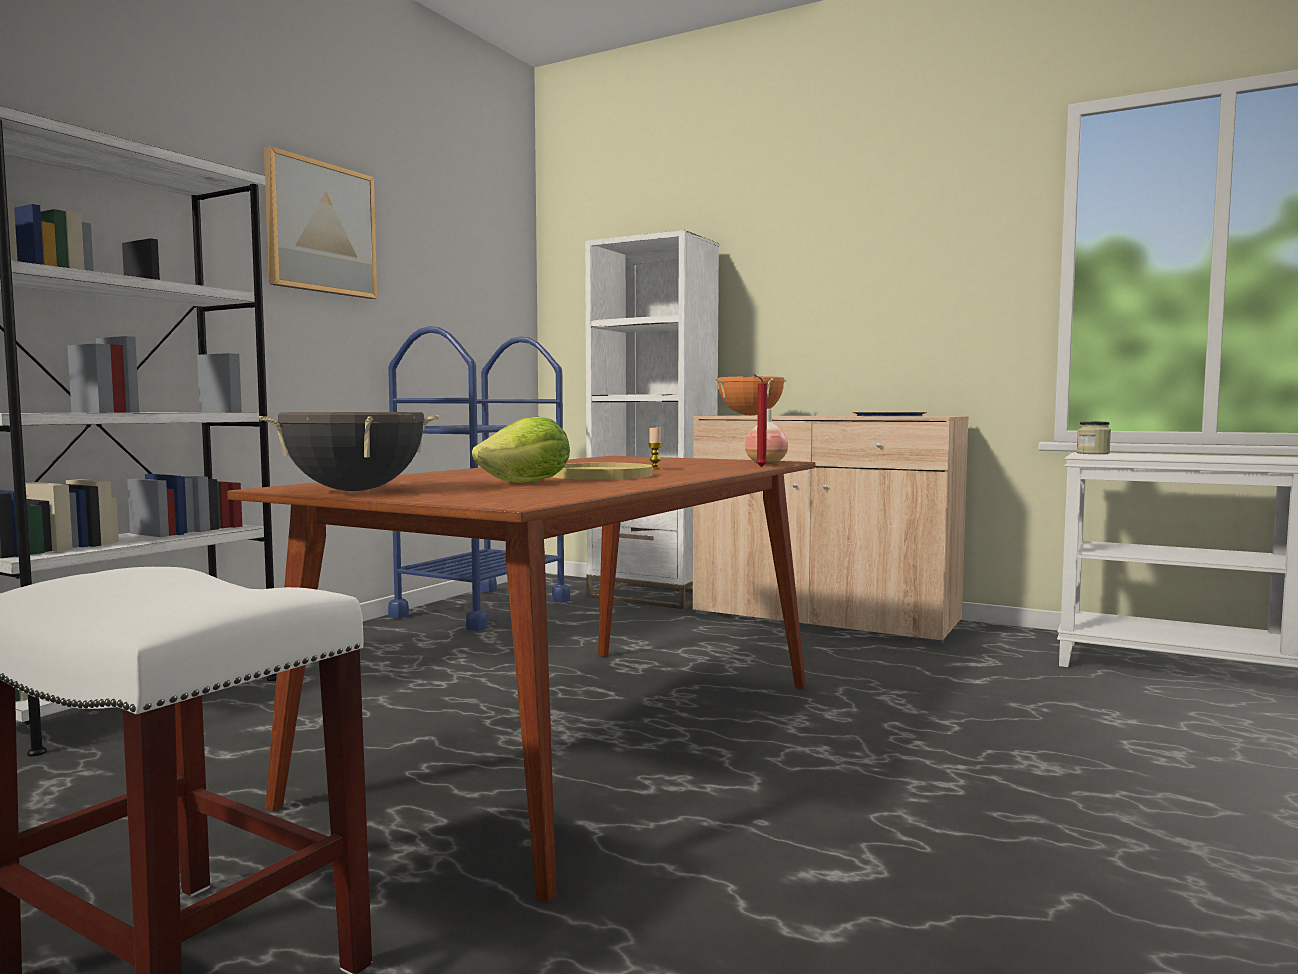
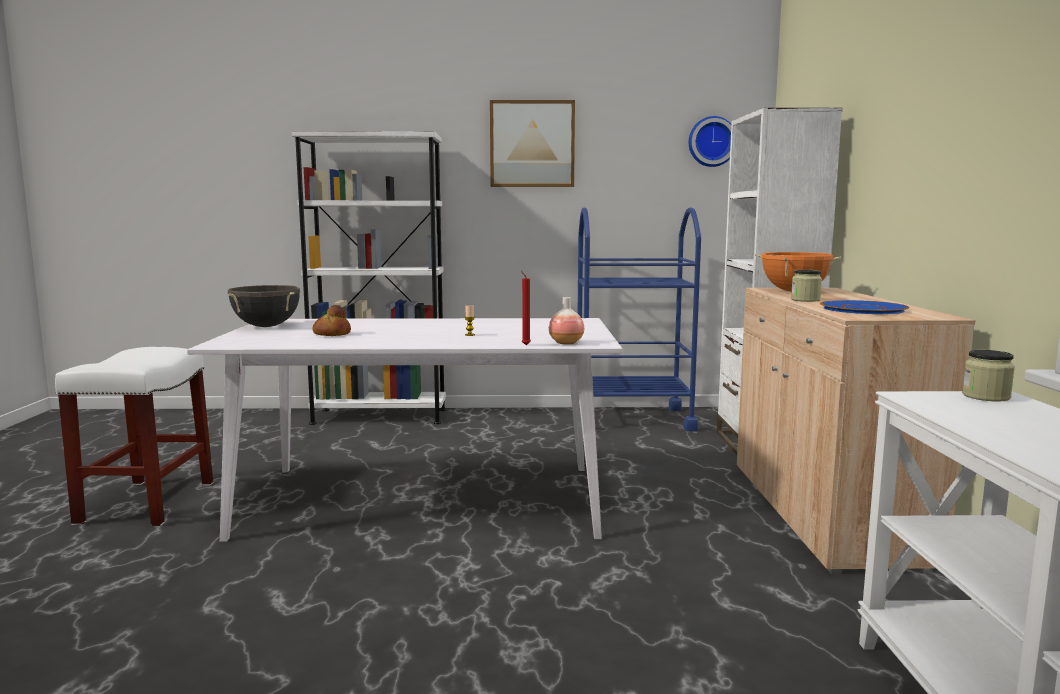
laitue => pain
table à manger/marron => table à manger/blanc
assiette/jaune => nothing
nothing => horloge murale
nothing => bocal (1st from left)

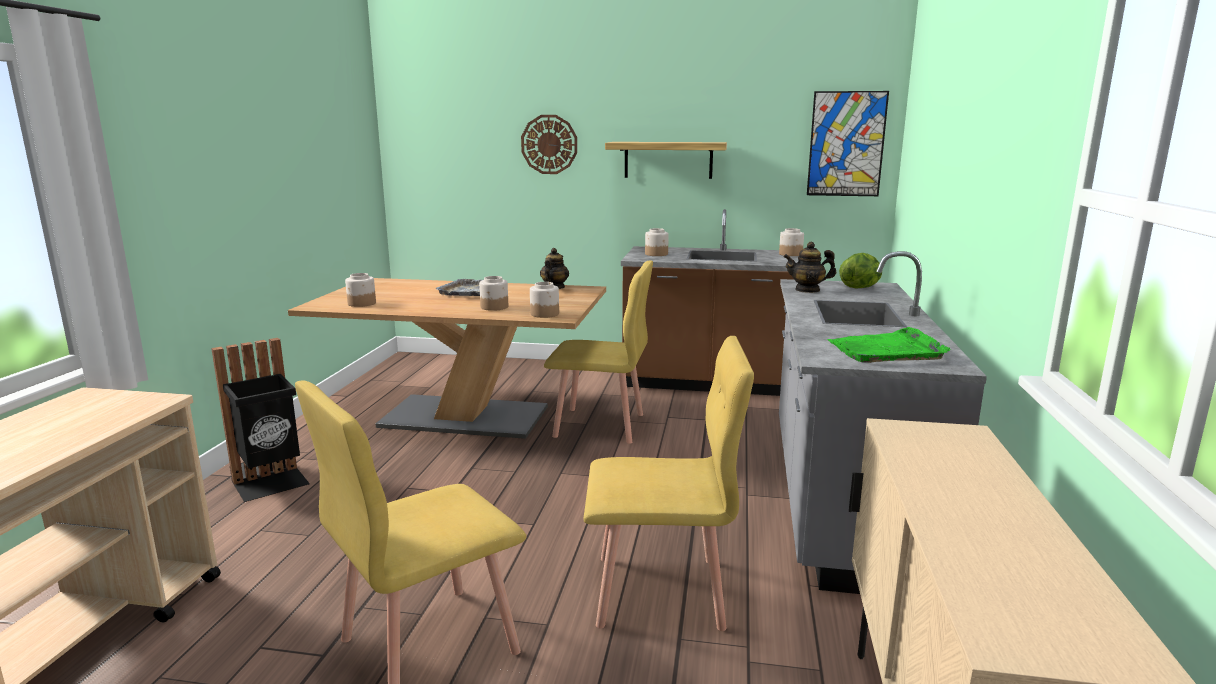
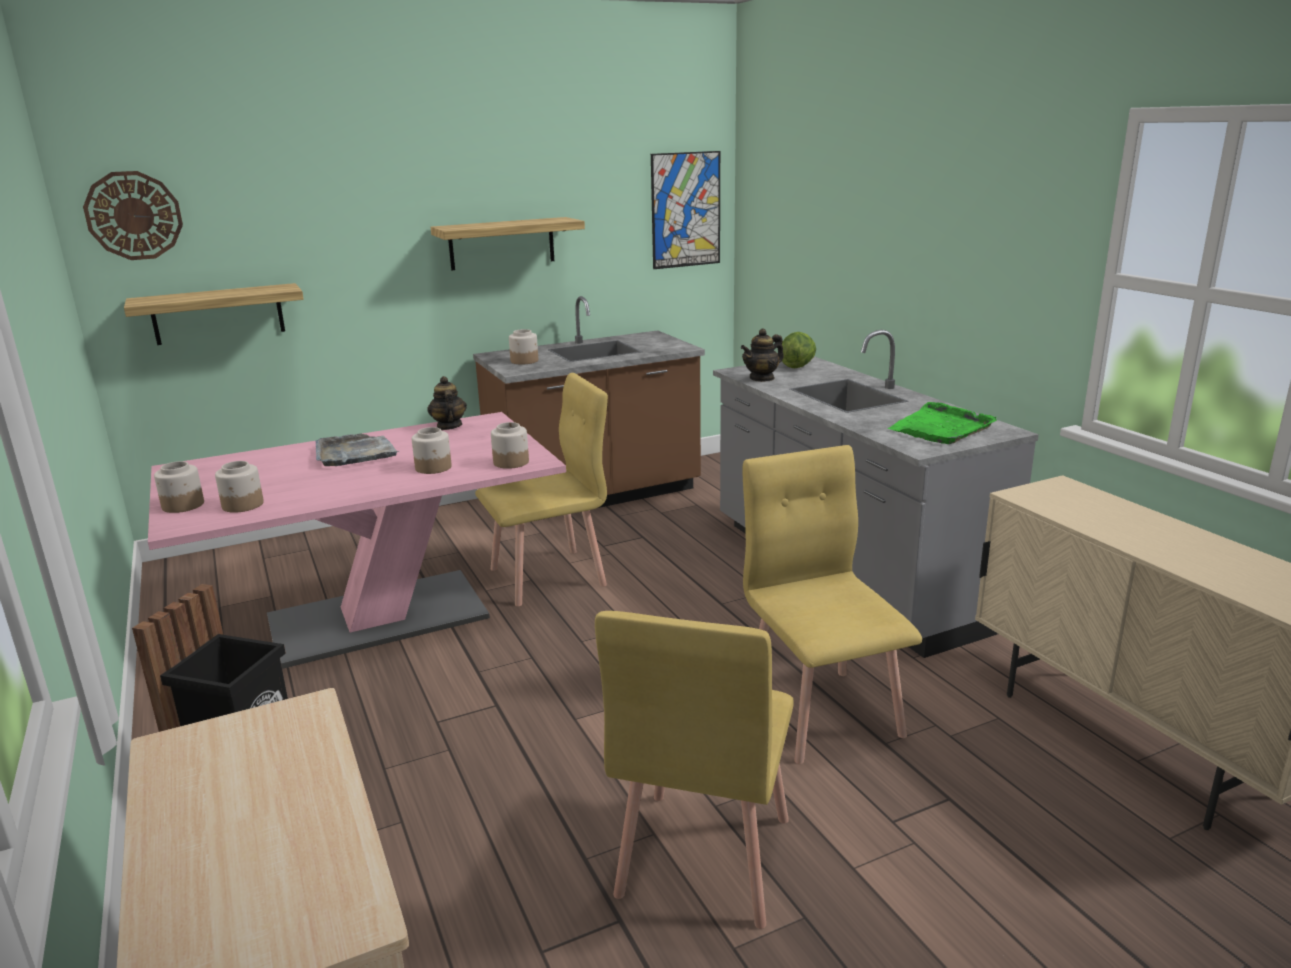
horloge murale, move
bocal (5th from left in the first image) => bocal (1st from left), move
table à manger/marron => table à manger/rose
chaise/jaune (3rd from left), 75 degrees counterclockwise
nothing => étagère (1st from left)

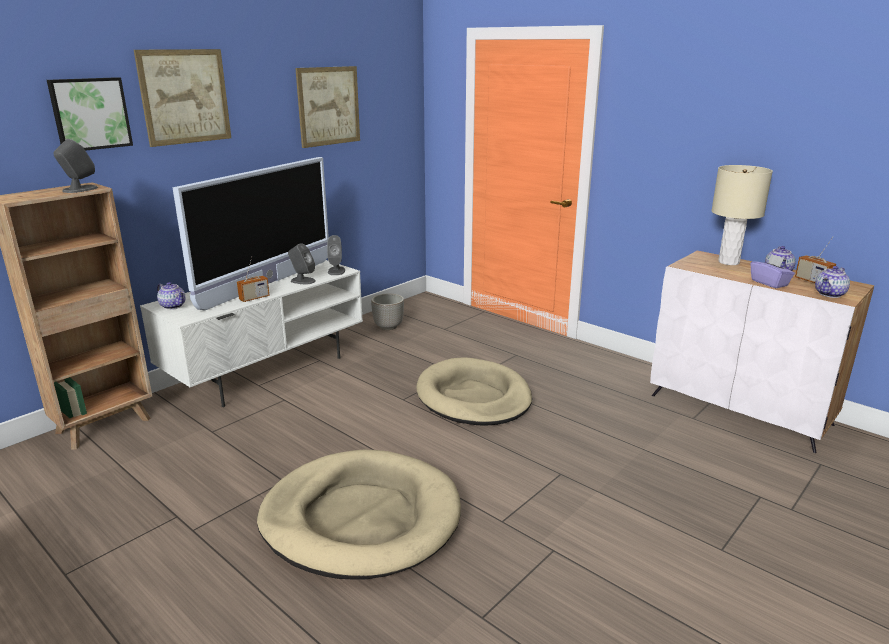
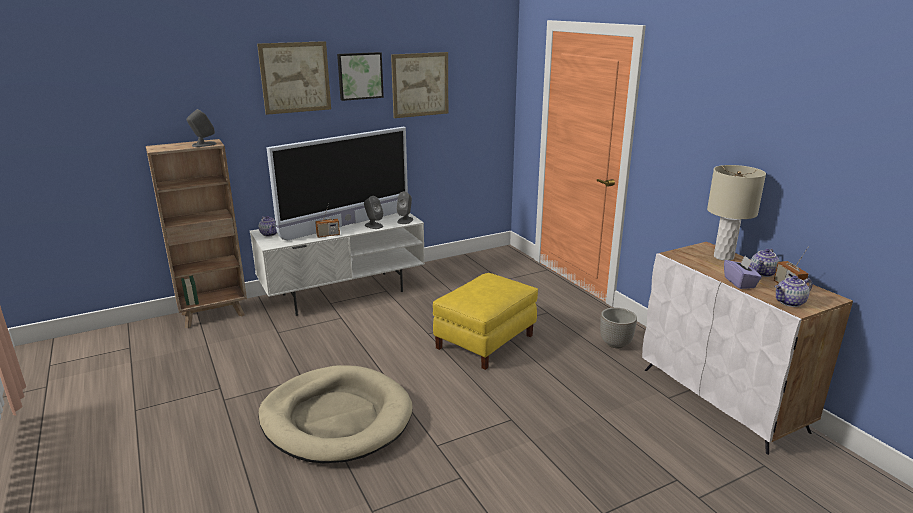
tableau (1st from left in the first image) => tableau (2nd from left), move
cache-pot, move
panier pour chien/beige (2nd from left) => pouf/jaune

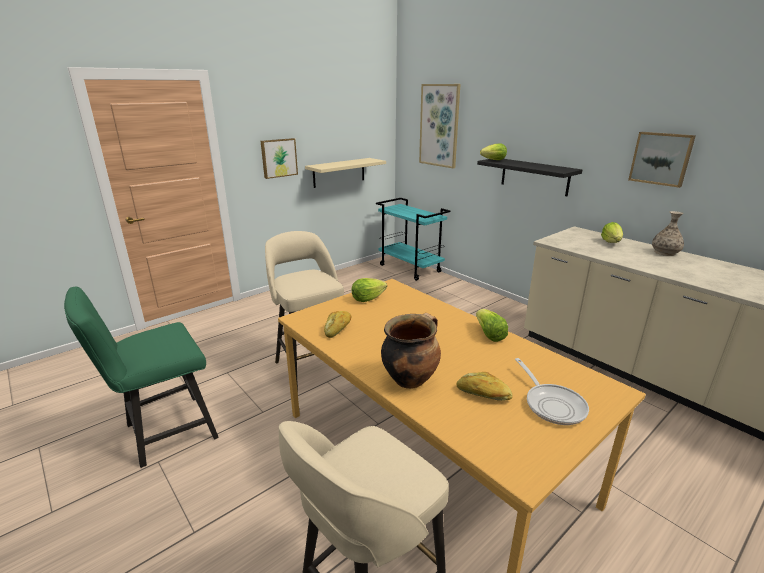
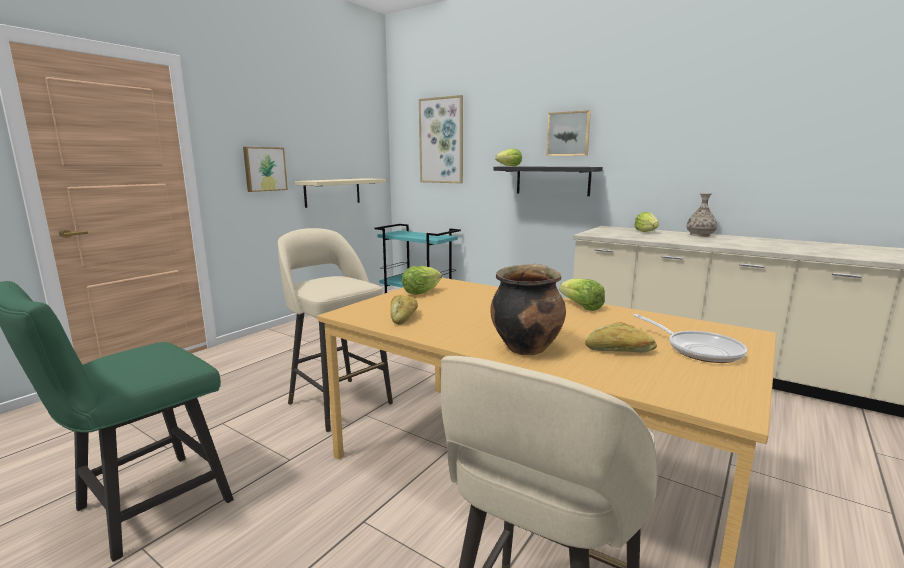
tableau (3rd from left), move

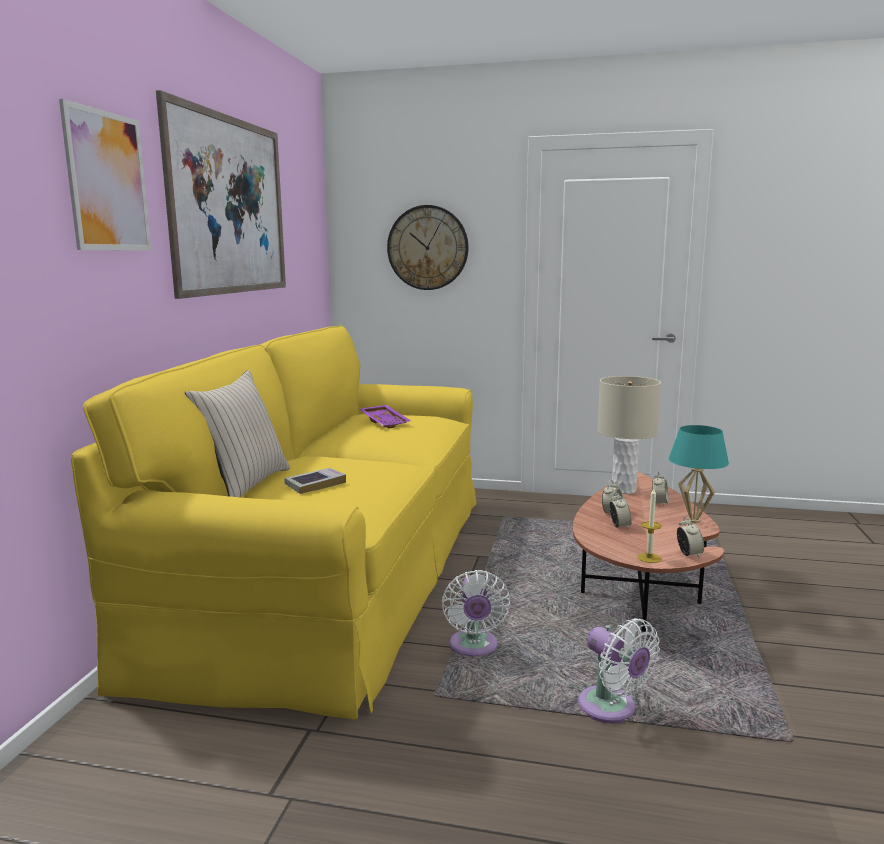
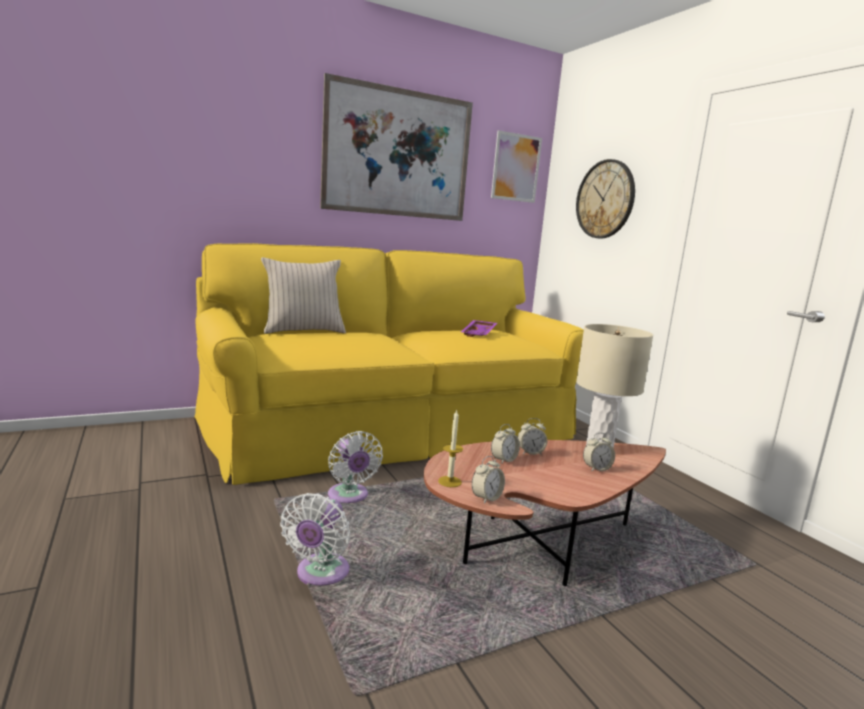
tableau (1st from left in the first image) => tableau (2nd from left), move
lampe de table/turquoise => nothing
livre => nothing
ventilateur/blanc (1st from left in the first image) => ventilateur/blanc (2nd from left), 75 degrees counterclockwise

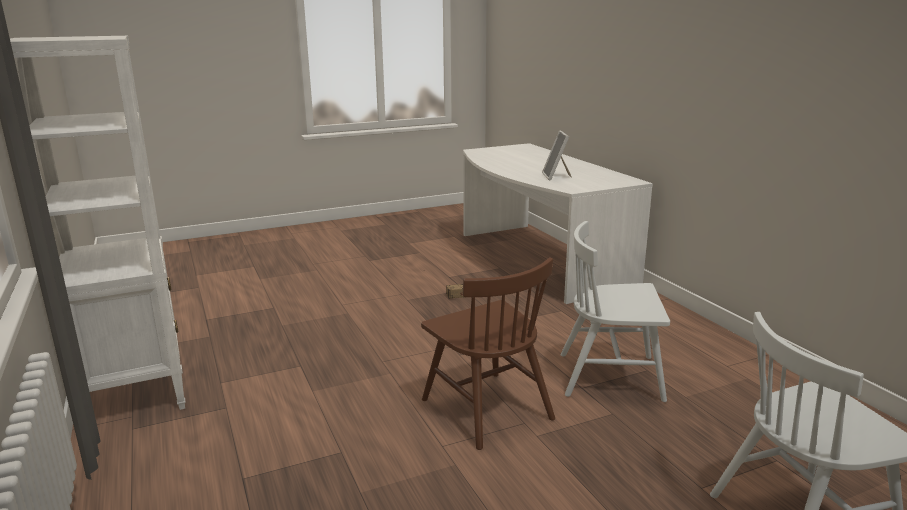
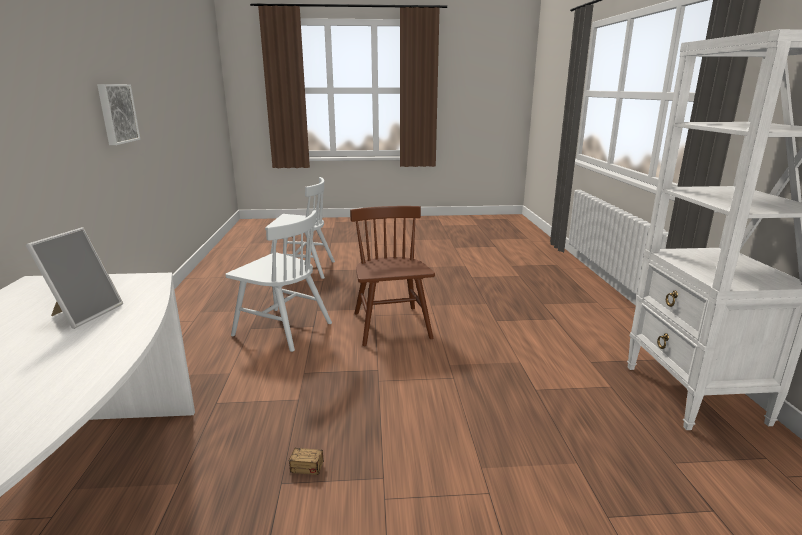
nothing => tableau

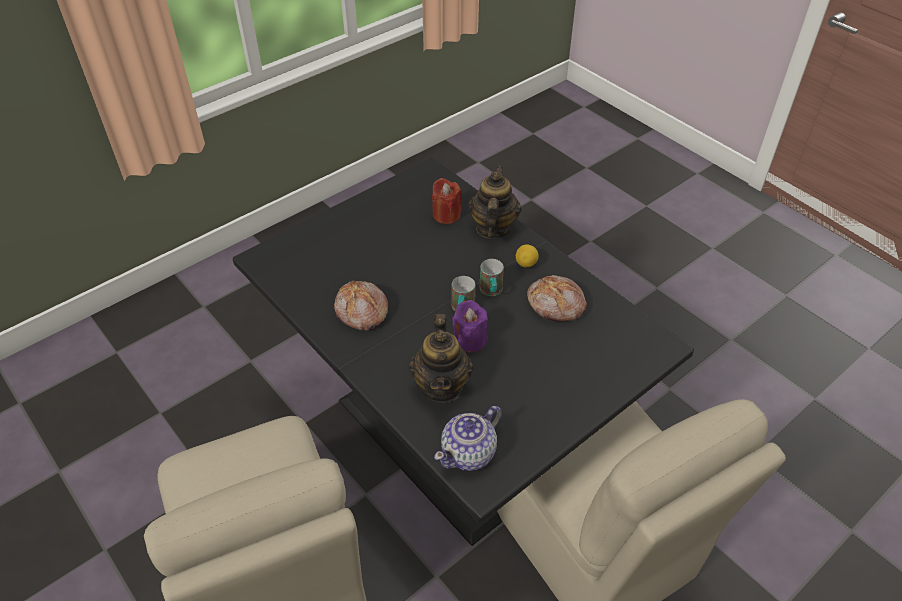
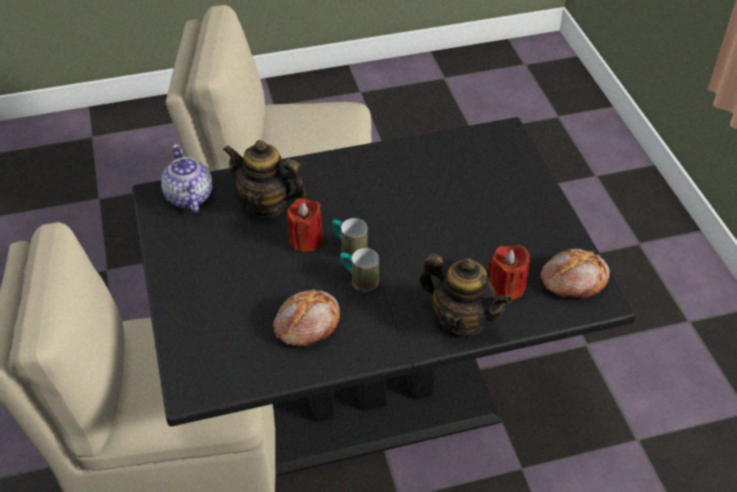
citron => nothing
pain (1st from left in the first image) => pain (2nd from left), move
bougie/violet => bougie/rouge (1st from left)

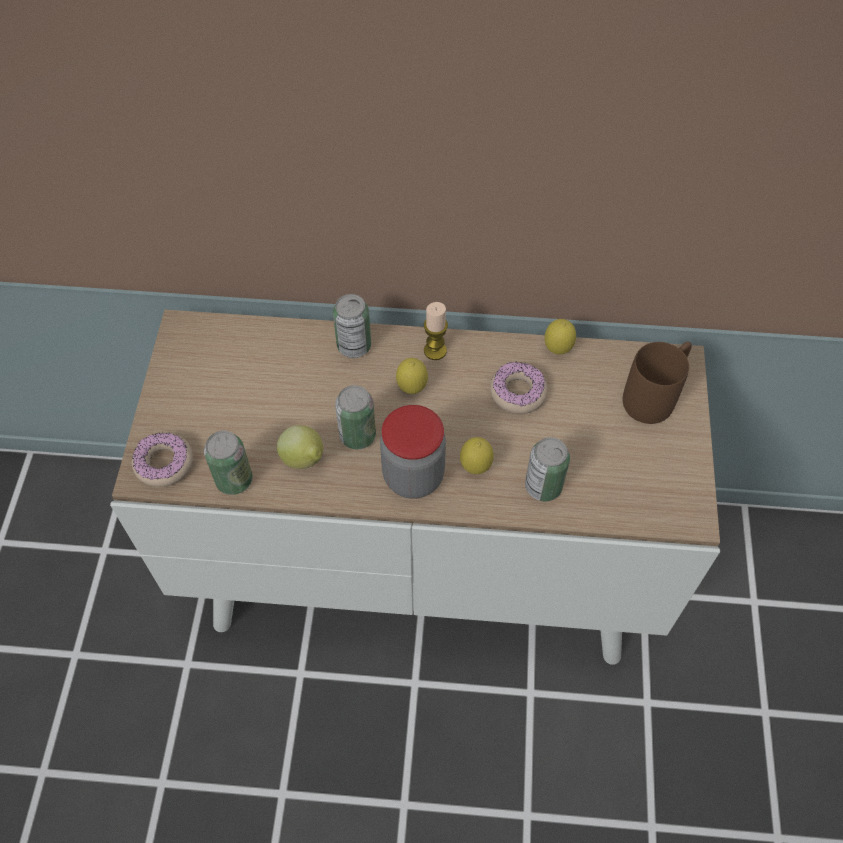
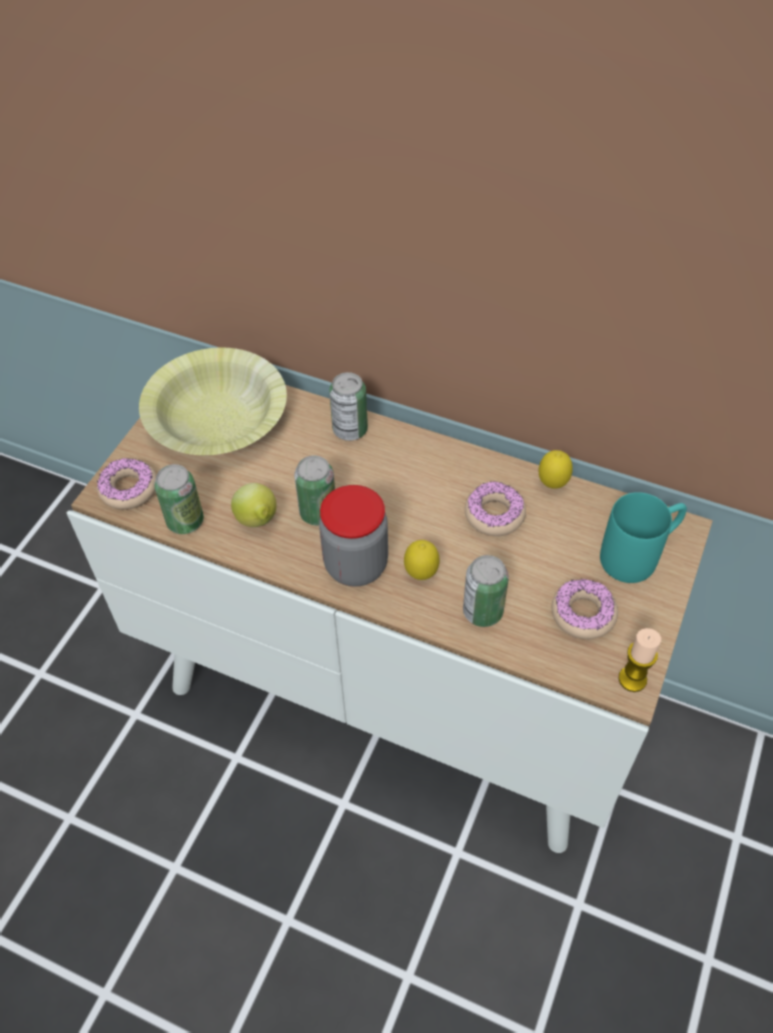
bougie, move
mug/marron => mug/turquoise
citron (2nd from left) => nothing
nothing => bol/jaune
nothing => beignet (3rd from left)

